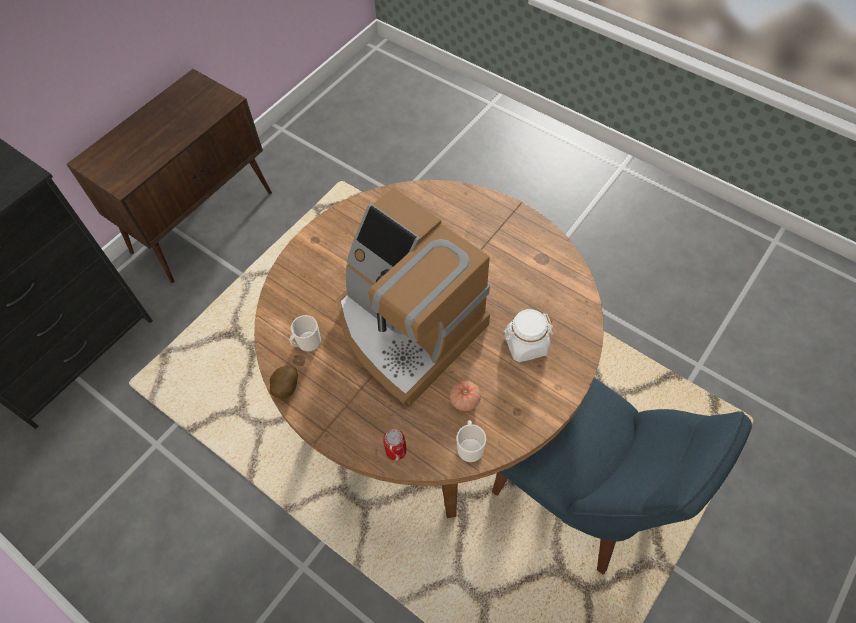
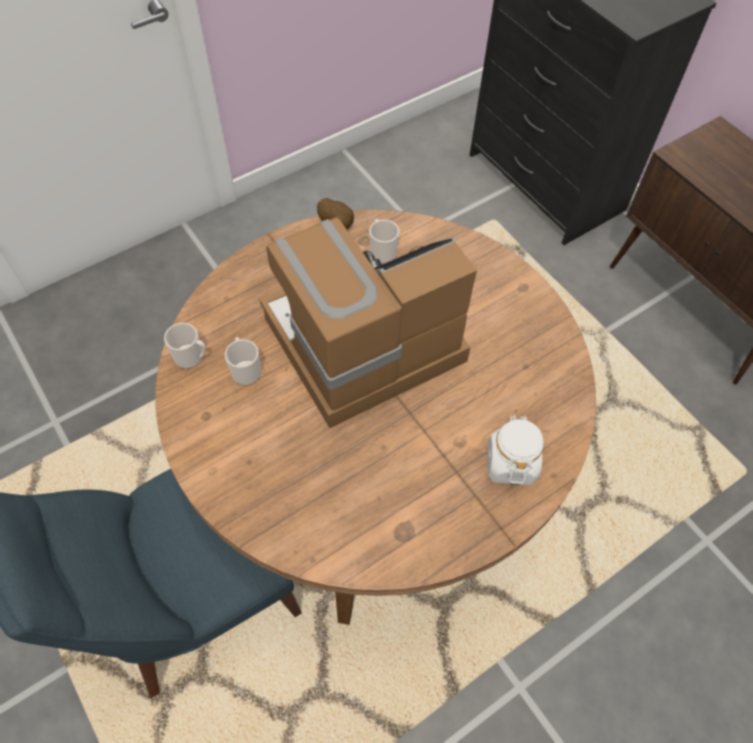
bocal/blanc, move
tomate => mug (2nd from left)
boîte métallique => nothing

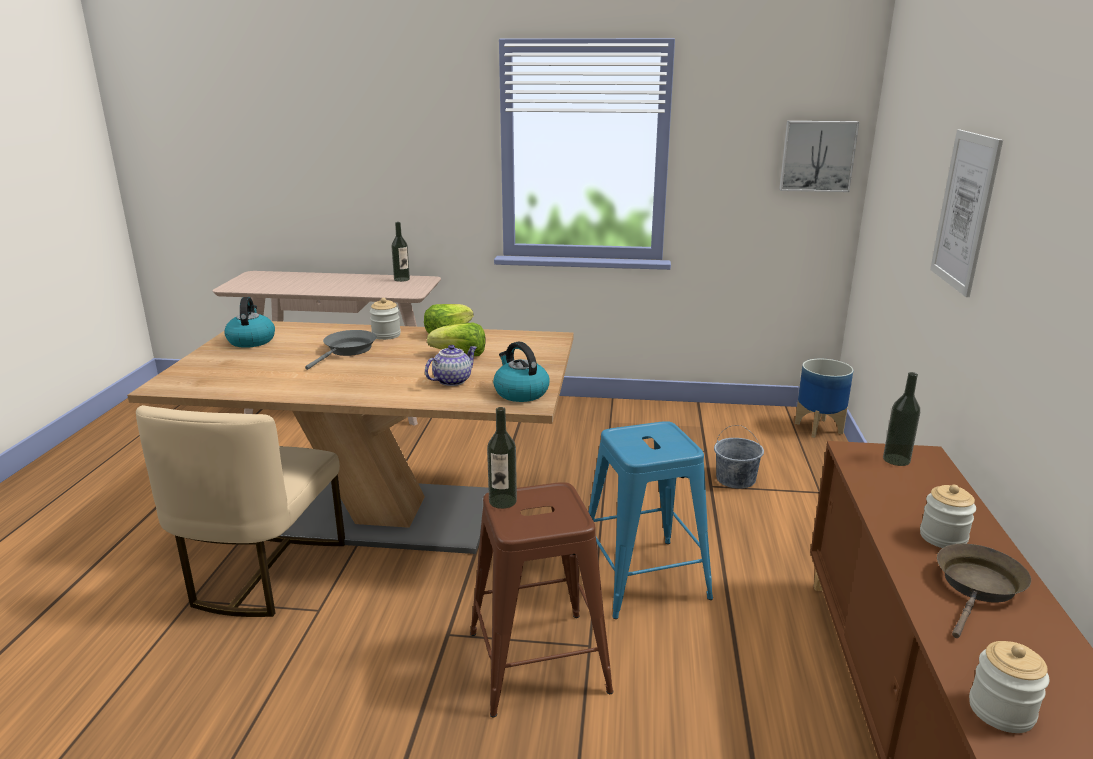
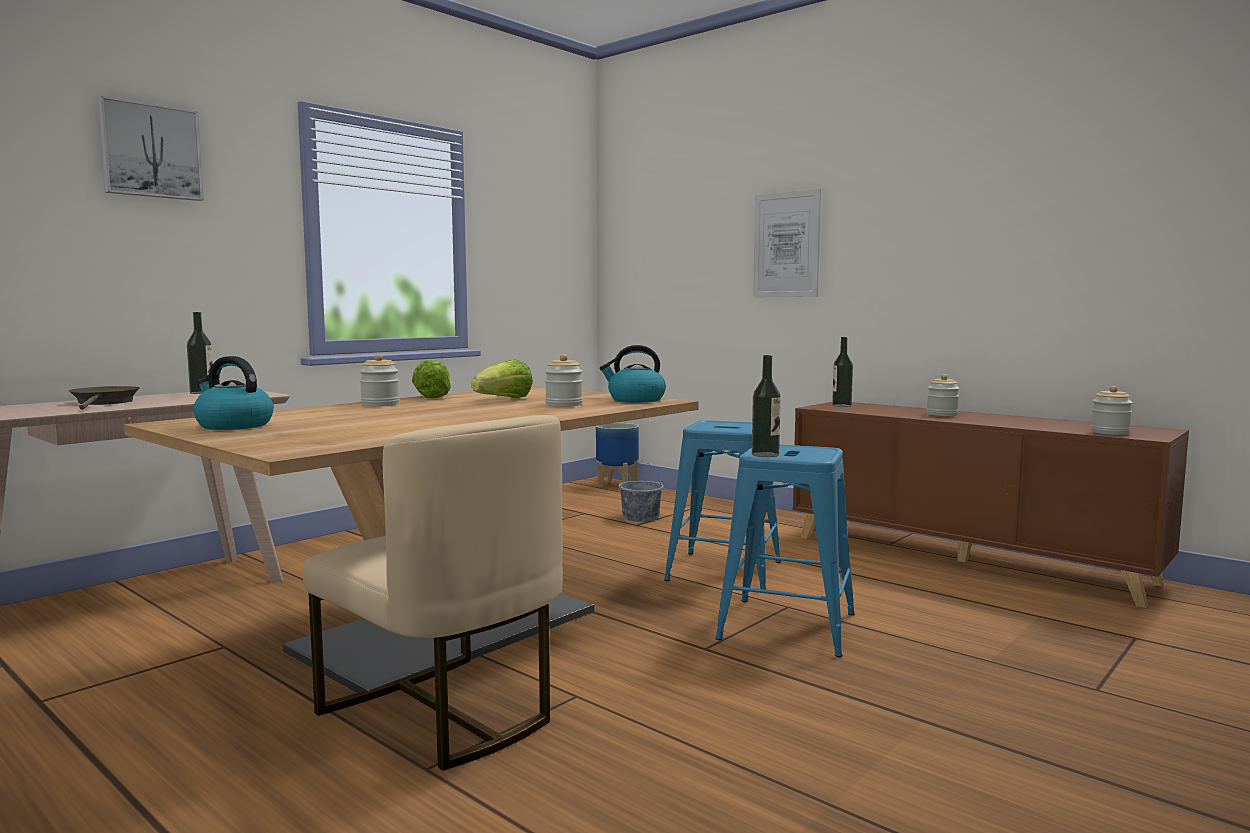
tableau (1st from left), move
poêle/gris => nothing
théière => bocal (2nd from left)
tabouret/marron => tabouret/bleu (2nd from left)
poêle/marron, move

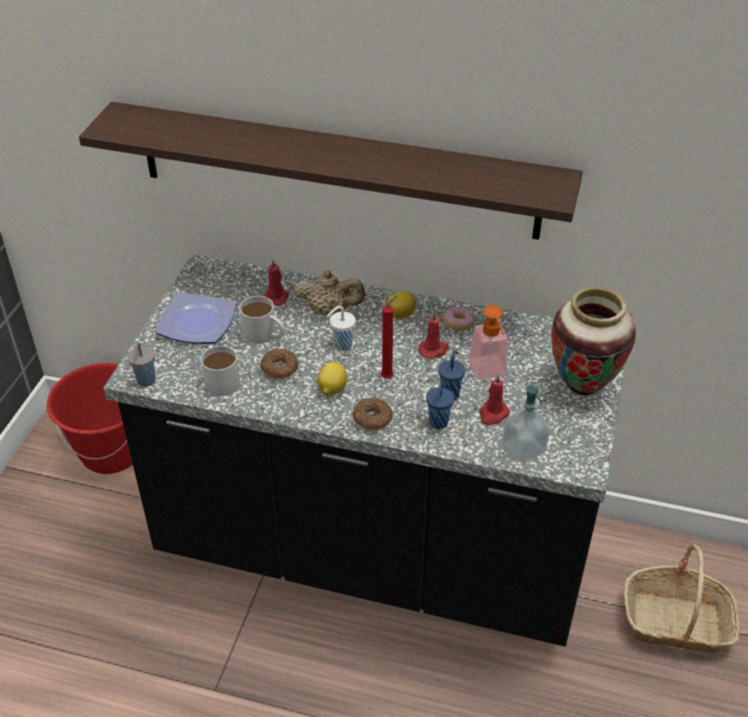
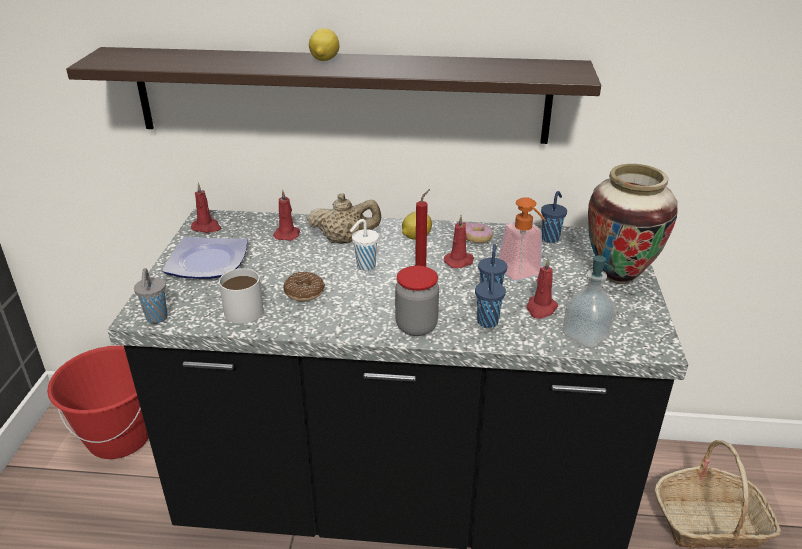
mug/blanc (2nd from left) => nothing
citron (1st from left), move
beignet (2nd from left) => bocal
nothing => bougie/rouge (1st from left)
nothing => tasse/bleu (3rd from left)

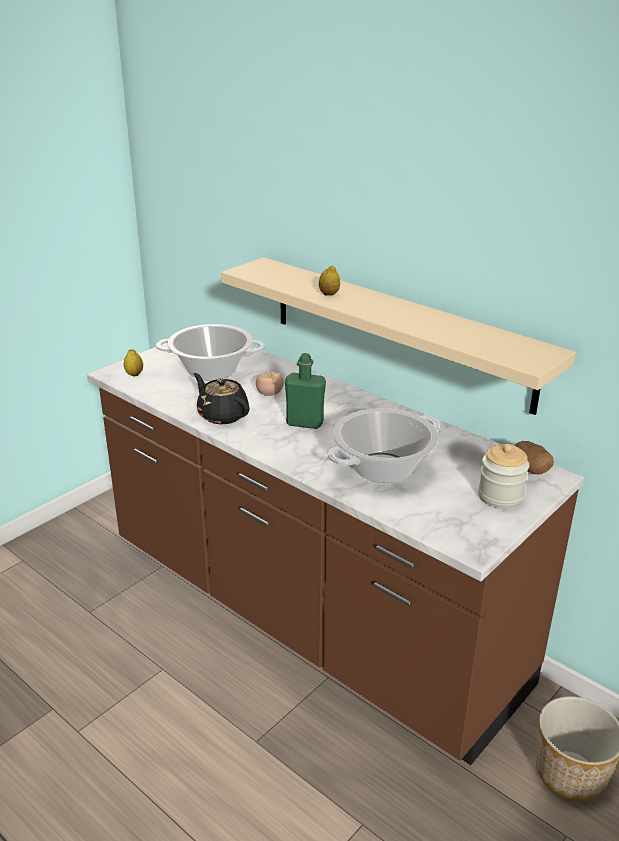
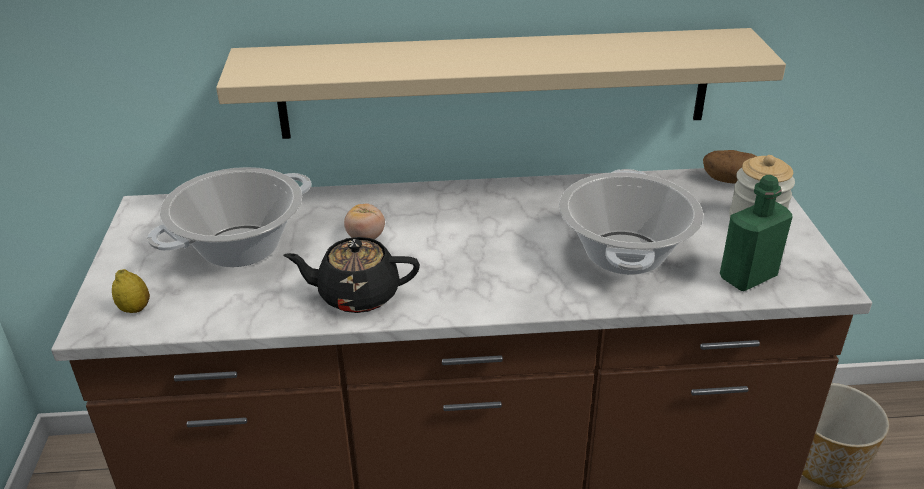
citron (2nd from left) => nothing
bouteille/vert, move

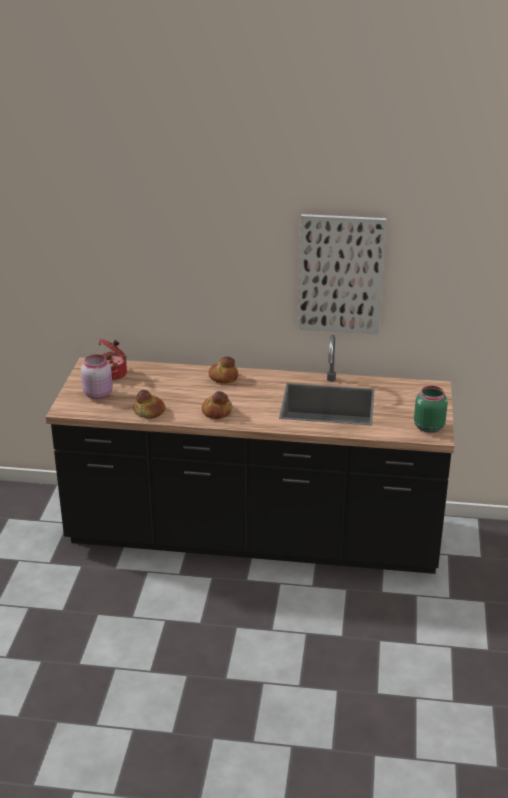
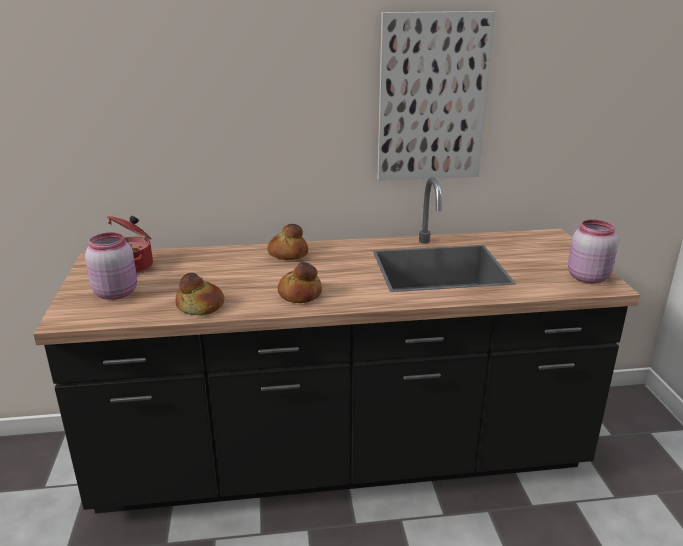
bocal/vert => bocal/rose (2nd from left)

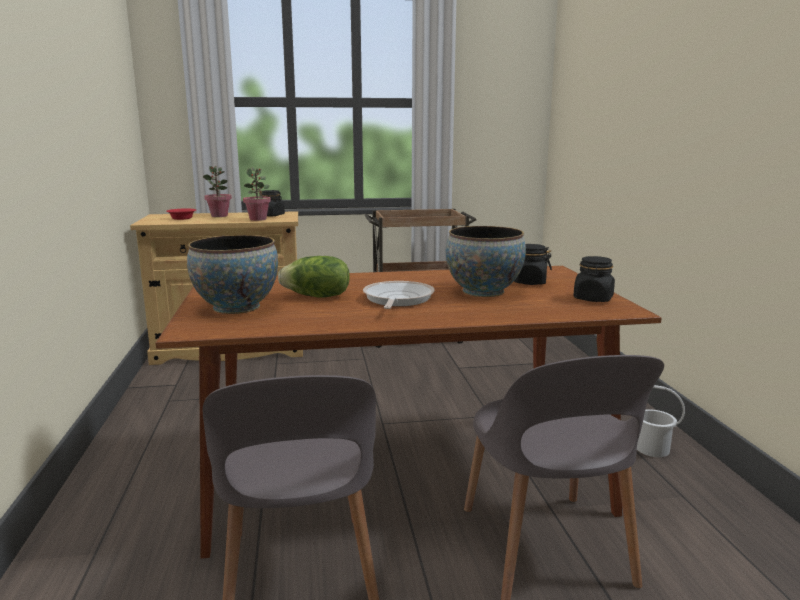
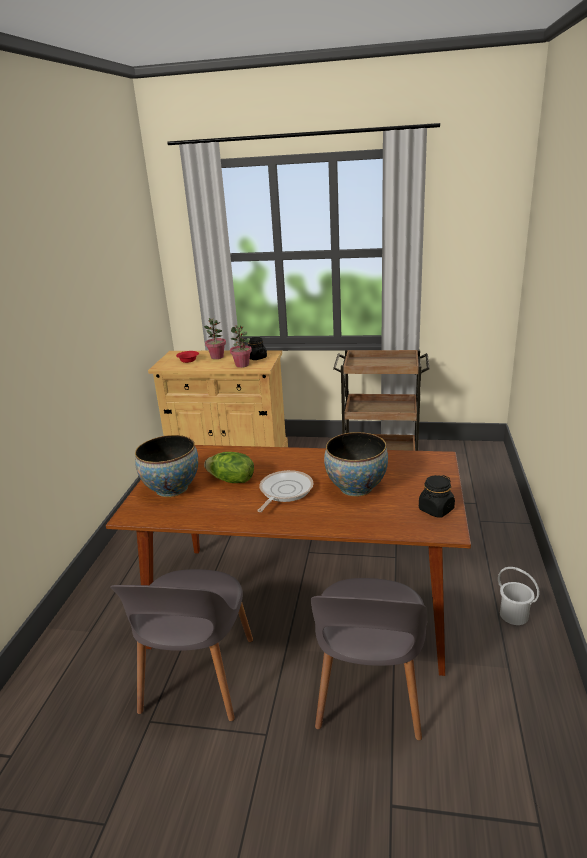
bocal/noir (2nd from left) => nothing

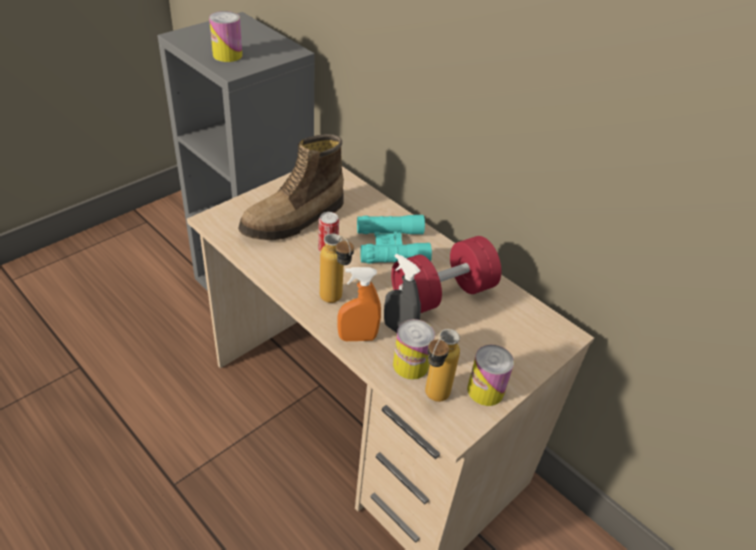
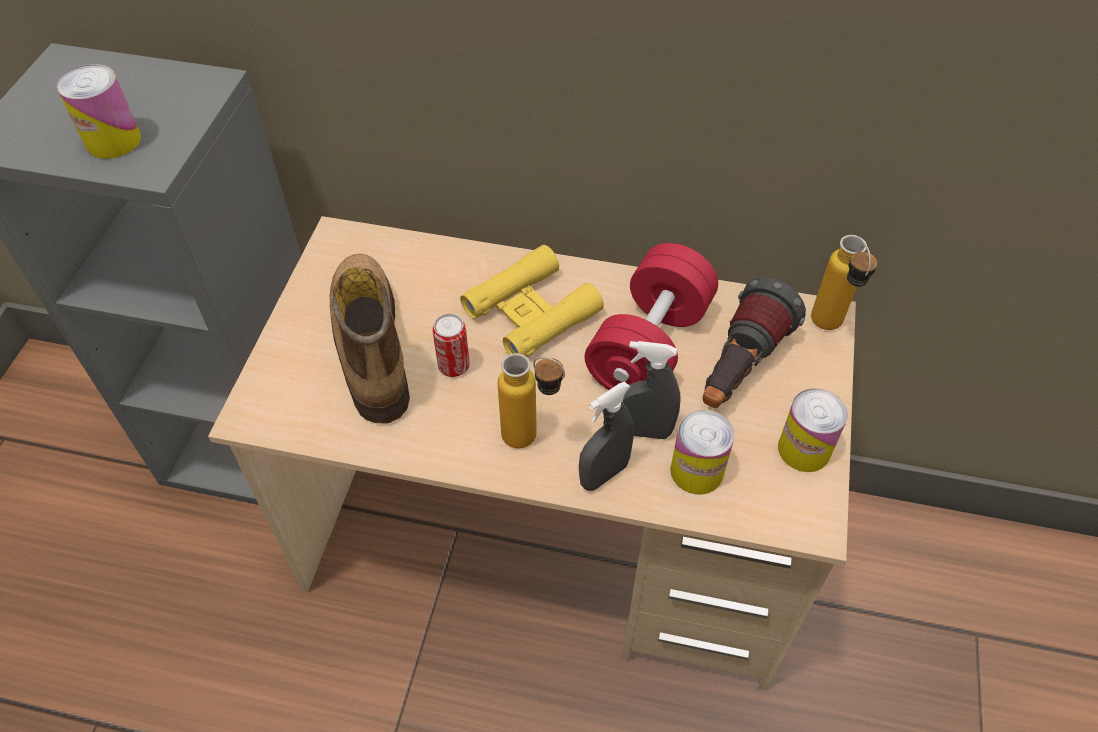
botte, 150 degrees clockwise
jumelles/turquoise => jumelles/jaune
vaporisateur/orange => vaporisateur/gris (1st from left)
bouteille (2nd from left), move
nothing => lampe de poche

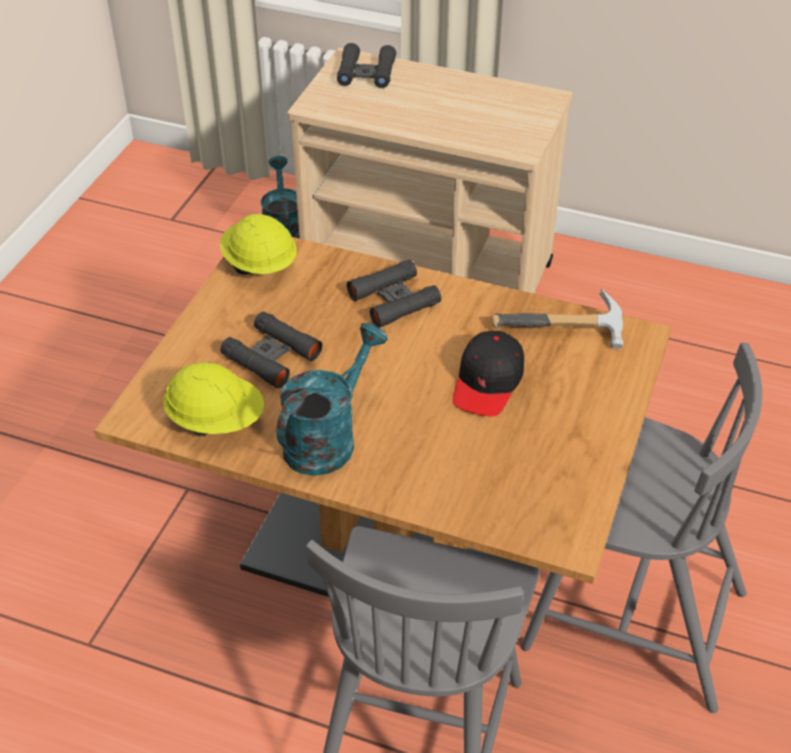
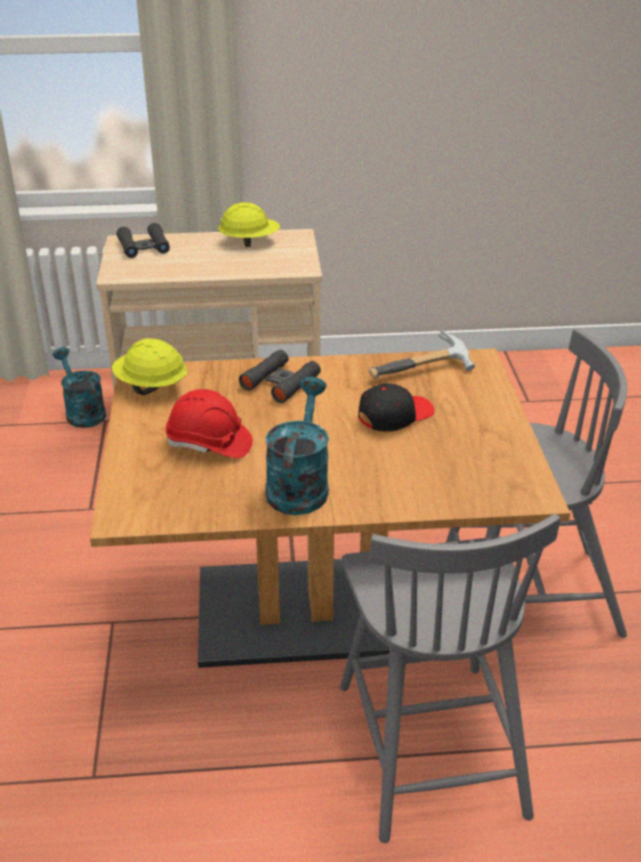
jumelles/noir (1st from left) => casque de chantier/rouge
casquette/noir, 120 degrees counterclockwise
casque de chantier/jaune (1st from left in the first image) => casque de chantier/jaune (2nd from left), move

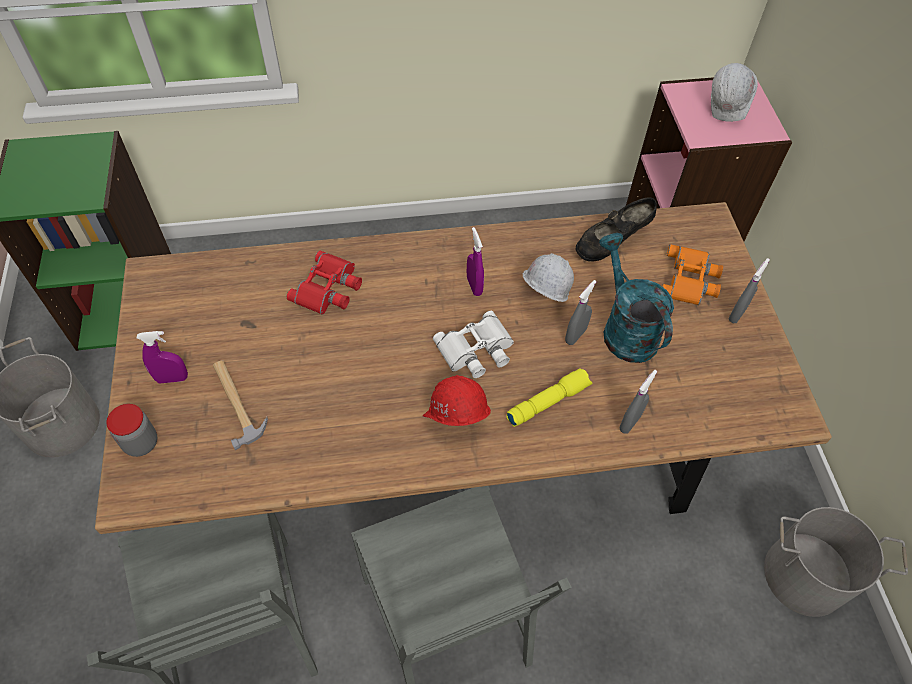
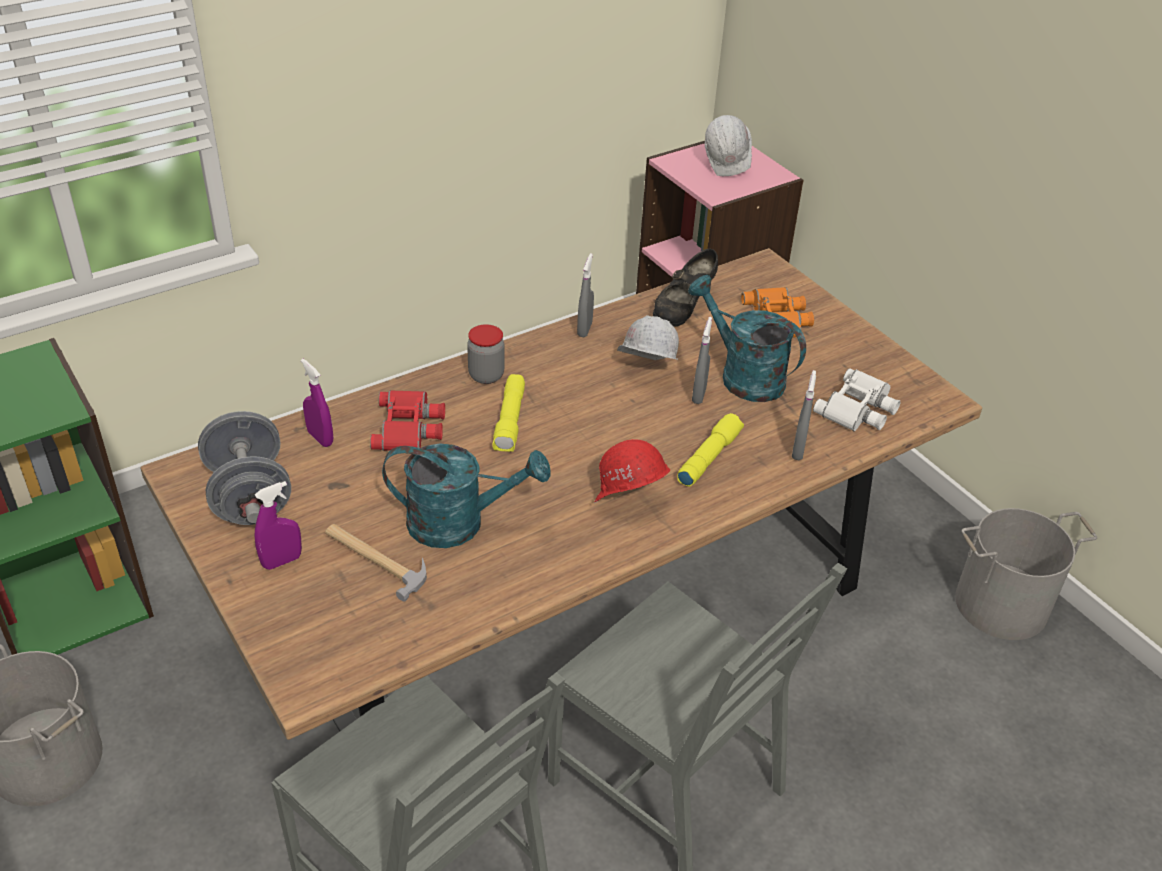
vaporisateur/violet (2nd from left), move
vaporisateur/gris (3rd from left in the first image) => vaporisateur/gris (1st from left), move
jumelles/blanc, move
bocal, move
nothing => lampe de poche/jaune (1st from left)
nothing => haltère/gris
nothing => arrosoir/turquoise (1st from left)

